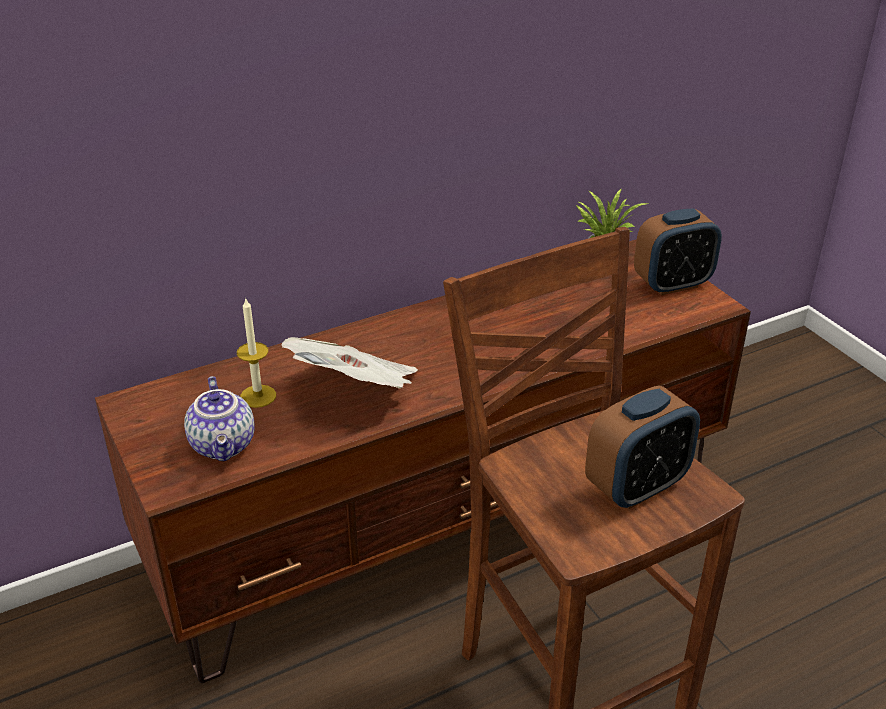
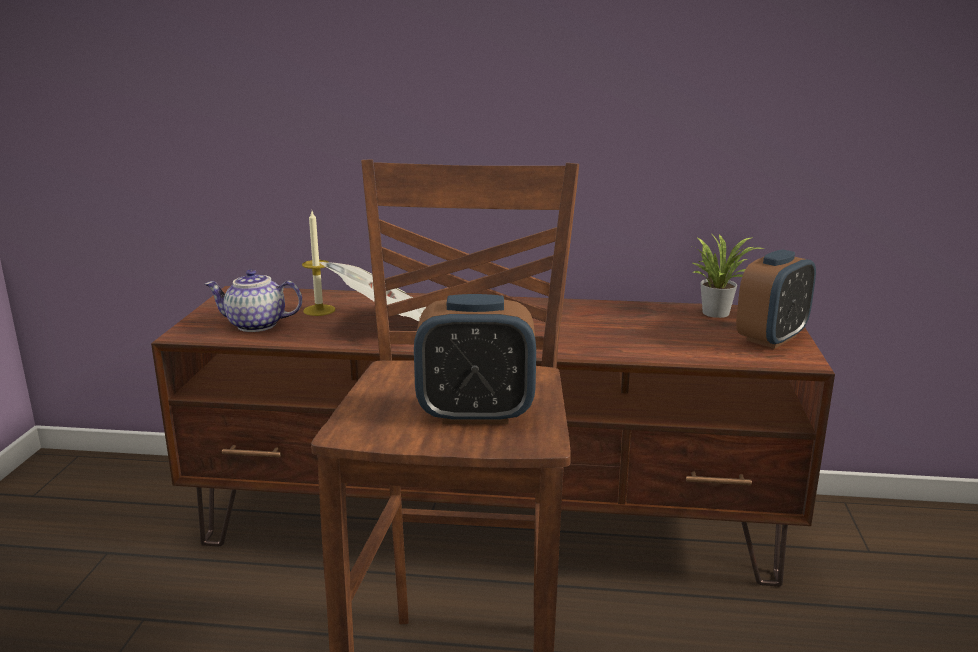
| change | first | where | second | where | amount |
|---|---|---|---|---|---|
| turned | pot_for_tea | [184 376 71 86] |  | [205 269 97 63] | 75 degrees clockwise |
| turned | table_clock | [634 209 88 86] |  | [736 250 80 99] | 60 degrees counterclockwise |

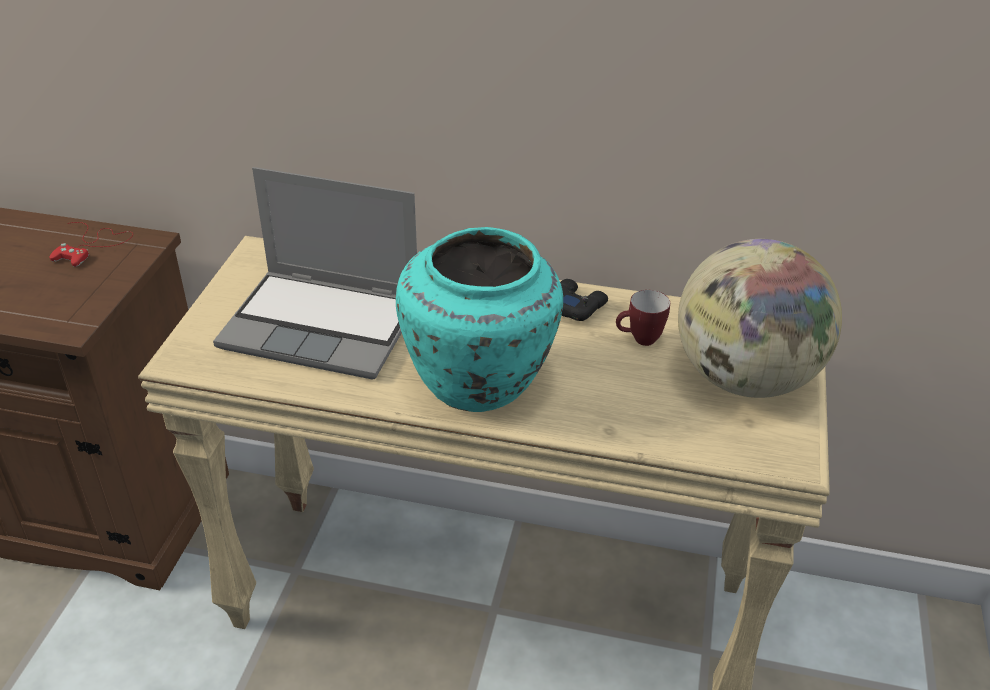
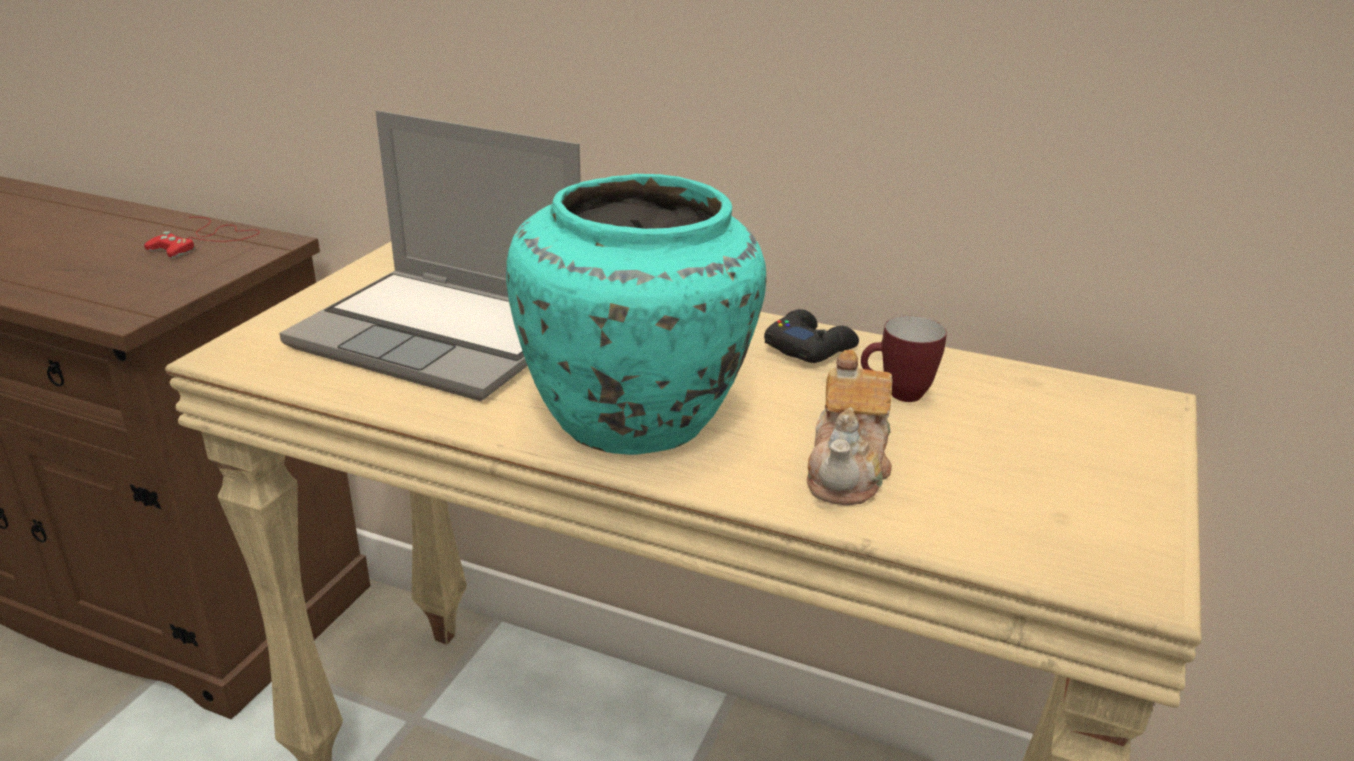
| change | first | where | second | where | amount |
|---|---|---|---|---|---|
| removed | desk_globe | [678 239 164 159] |  |  |  |
| added |  |  | pot_for_tea | [807 350 85 155] |  |

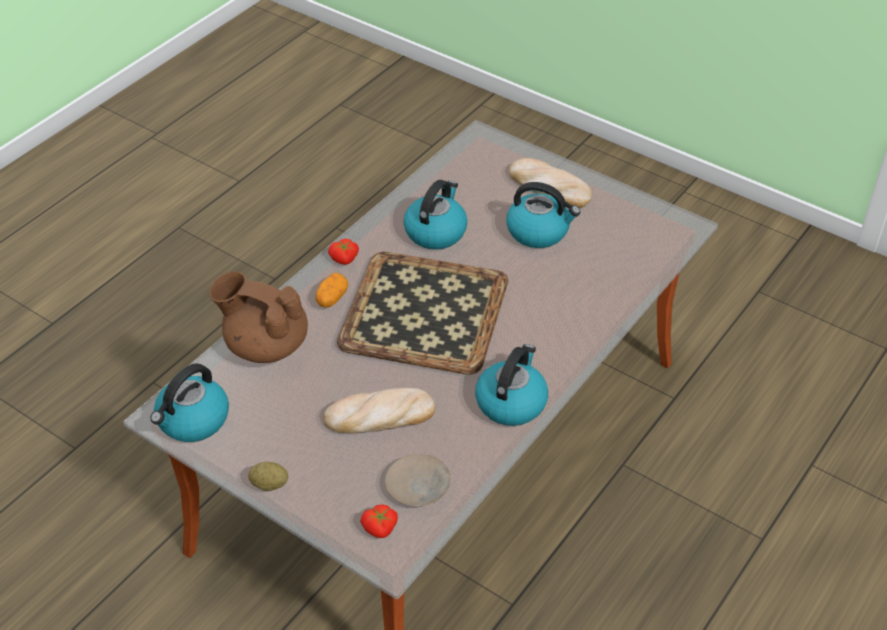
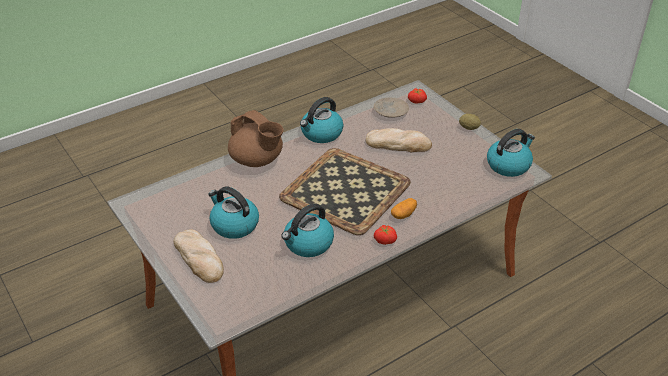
| change | first | where | second | where | amount |
|---|---|---|---|---|---|
| moved | brown_pot_for_tea | [209 271 99 92] |  | [228 110 56 57] |  |

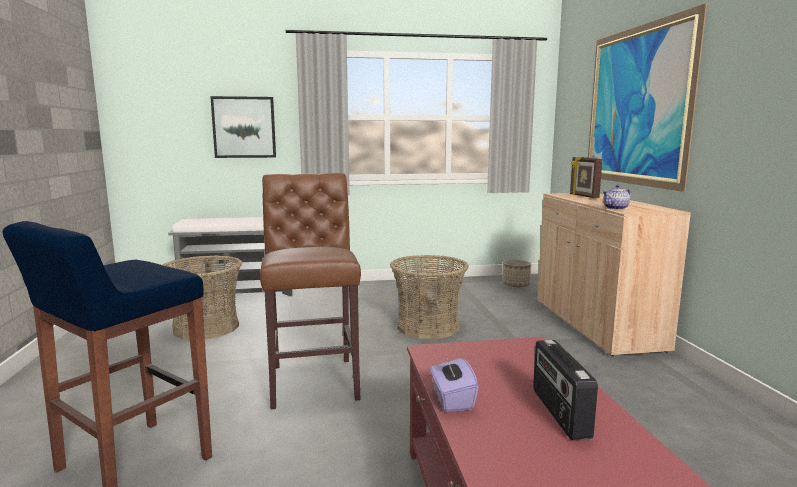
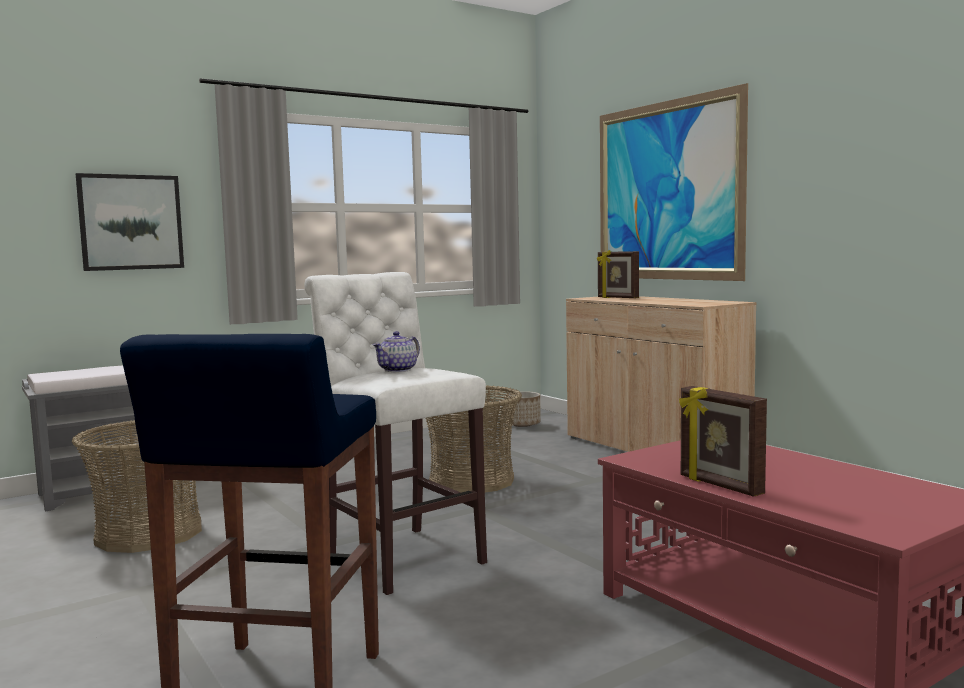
| change | first | where | second | where | amount |
|---|---|---|---|---|---|
| removed | radio | [533 340 65 100] |  |  |  |
| moved | pot_for_tea | [602 185 29 25] |  | [373 331 47 41] |  |
| replaced | purple-coloured_tissue_box | [430 358 49 54] | picture_frame | [679 386 88 111] |  |
| recoloured | brown_stool | [260 173 101 237] | whitish_stool | [304 272 183 323] |  |

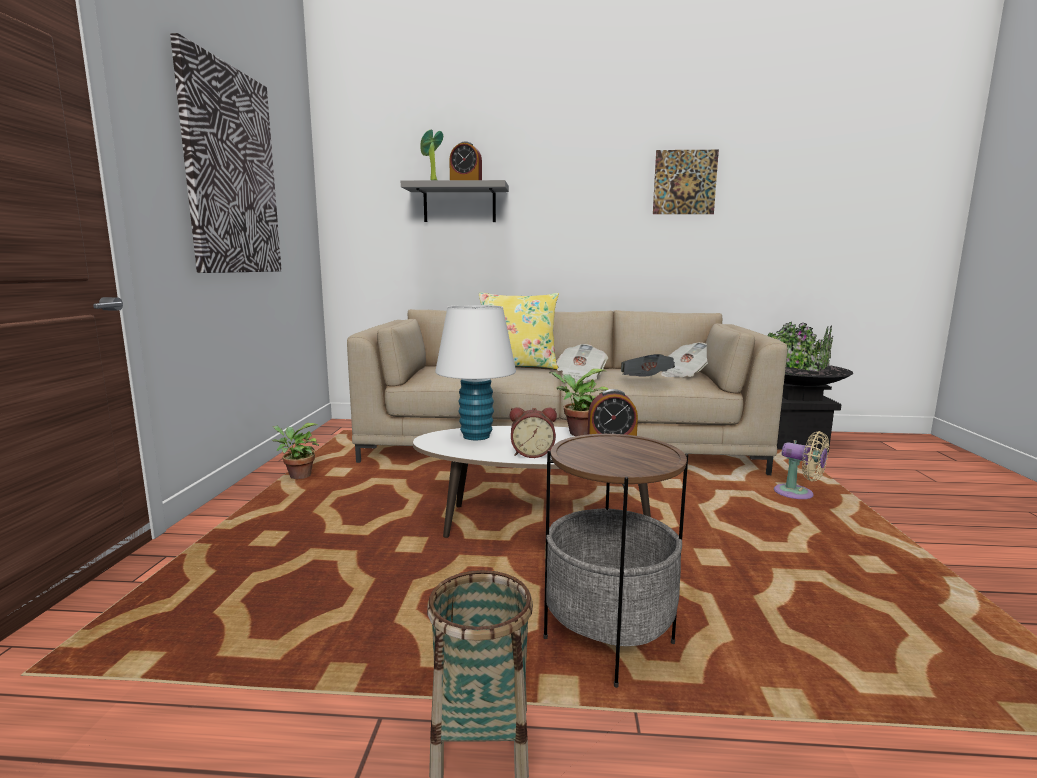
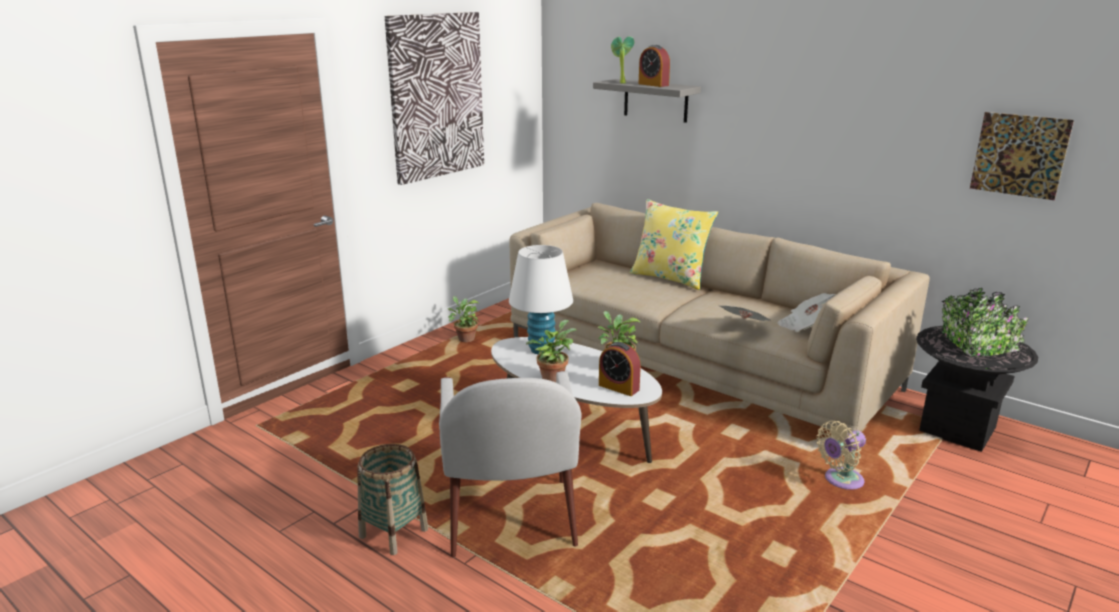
| change | first | where | second | where | amount |
|---|---|---|---|---|---|
| removed | printed_paper | [556 344 52 38] |  |  |  |
| moved | picture | [653 150 66 64] |  | [970 112 104 88] |  |
| replaced | table_clock | [510 407 47 51] | plant_in_a_pot | [526 320 50 62] |  |
| replaced | end_table | [543 432 145 256] | whitish_easy_chair | [439 370 142 187] |  |
| turned | beige_fan | [774 431 55 68] |  | [816 421 50 69] | 75 degrees clockwise |

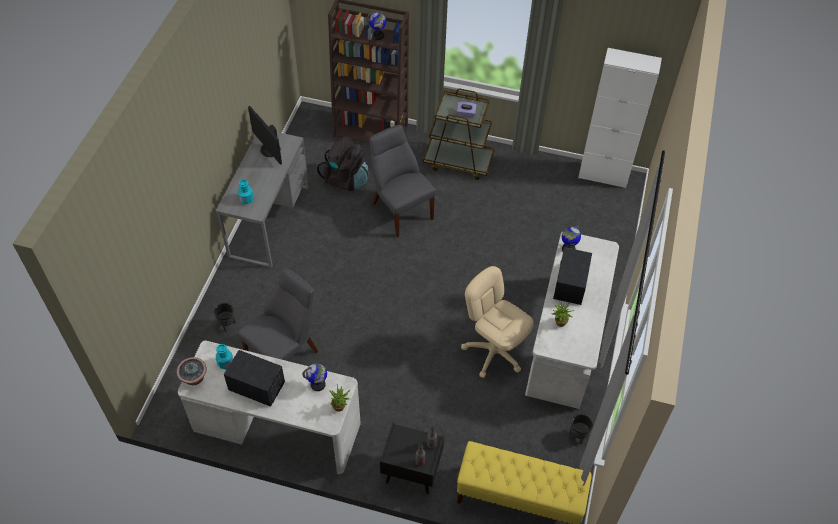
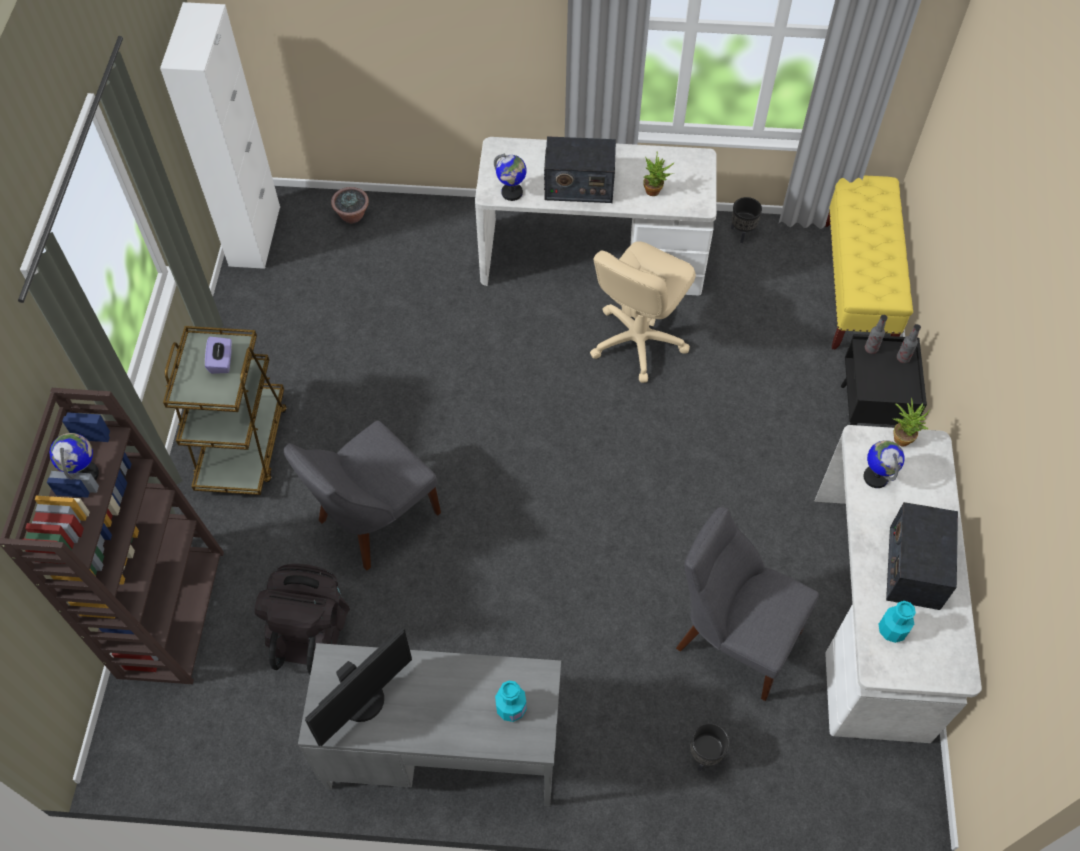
| change | first | where | second | where | amount |
|---|---|---|---|---|---|
| moved | plant_in_a_pot | [177 357 30 28] |  | [331 187 38 37] |  |

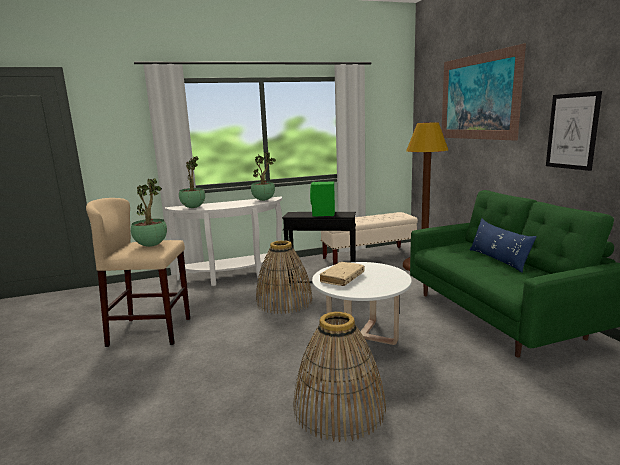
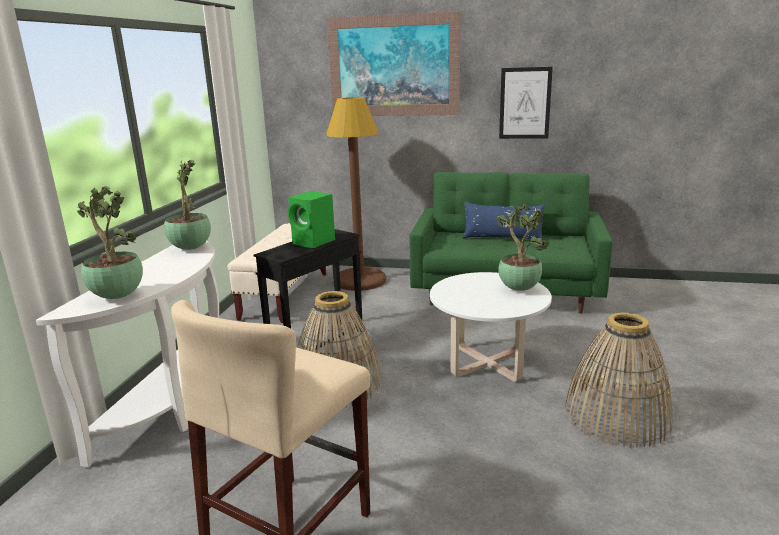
| change | first | where | second | where | amount |
|---|---|---|---|---|---|
| removed | beige_book | [320 262 45 24] |  |  |  |
| moved | plant_in_a_pot | [131 178 36 69] |  | [497 204 53 87] |  |

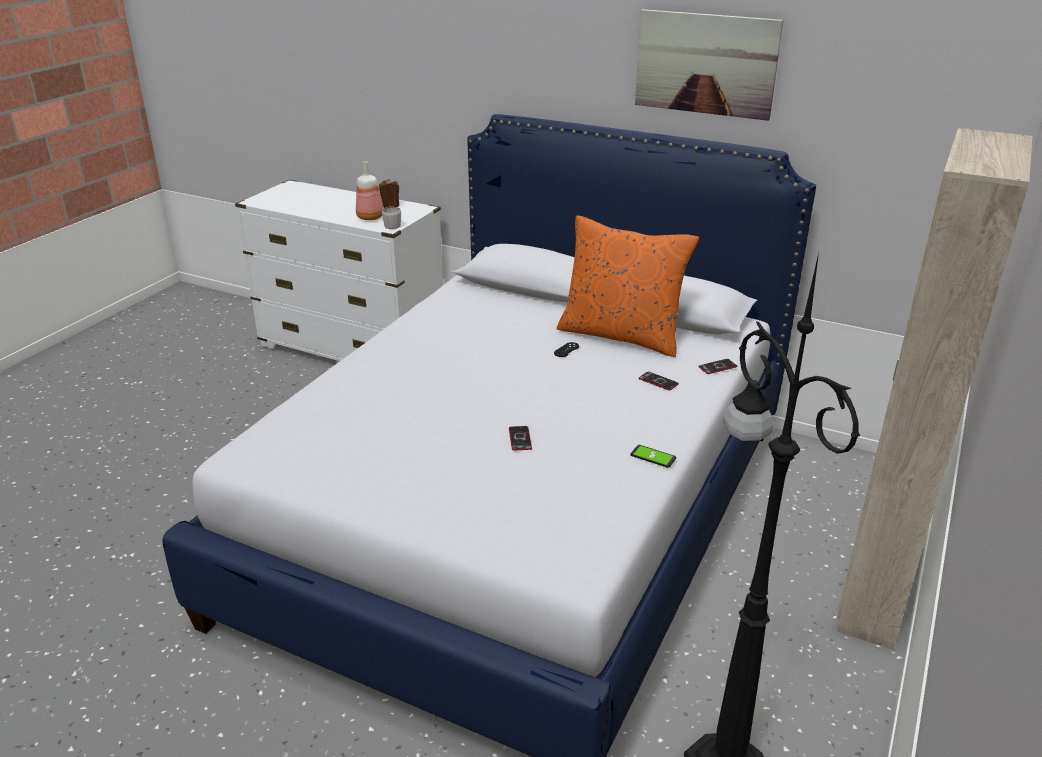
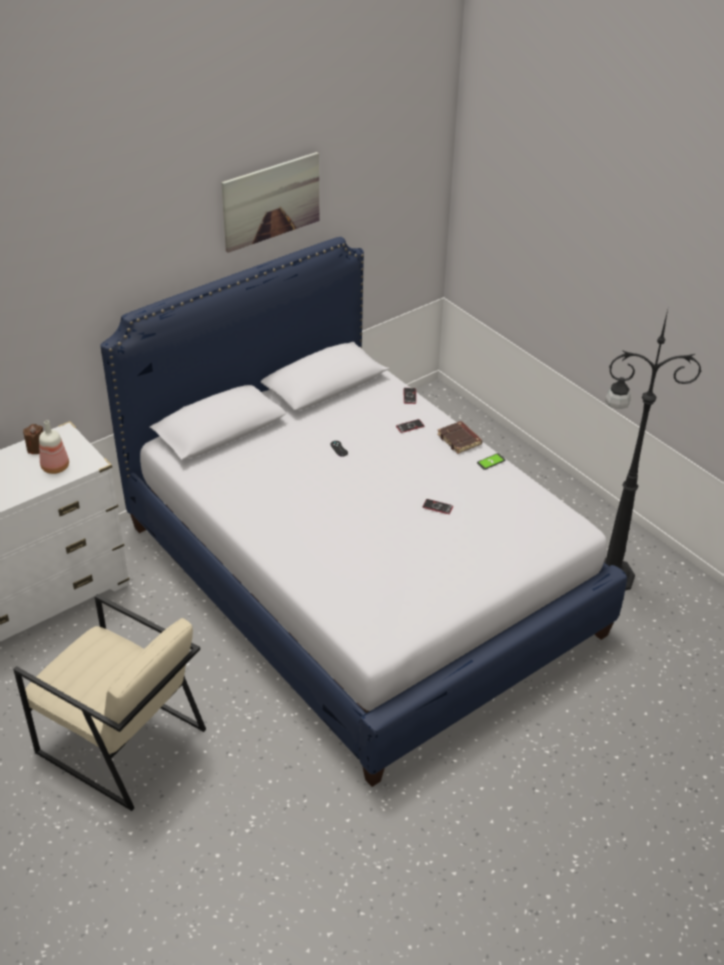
| change | first | where | second | where | amount |
|---|---|---|---|---|---|
| removed | gray_mug | [382 207 19 22] |  |  |  |
| removed | orangey_throw_pillow | [557 216 142 141] |  |  |  |
| removed | beige_armoire | [837 128 195 522] |  |  |  |
| added |  |  | beige_easy_chair | [13 594 193 217] |  |
| added |  |  | brown_book | [437 421 45 33] |  |

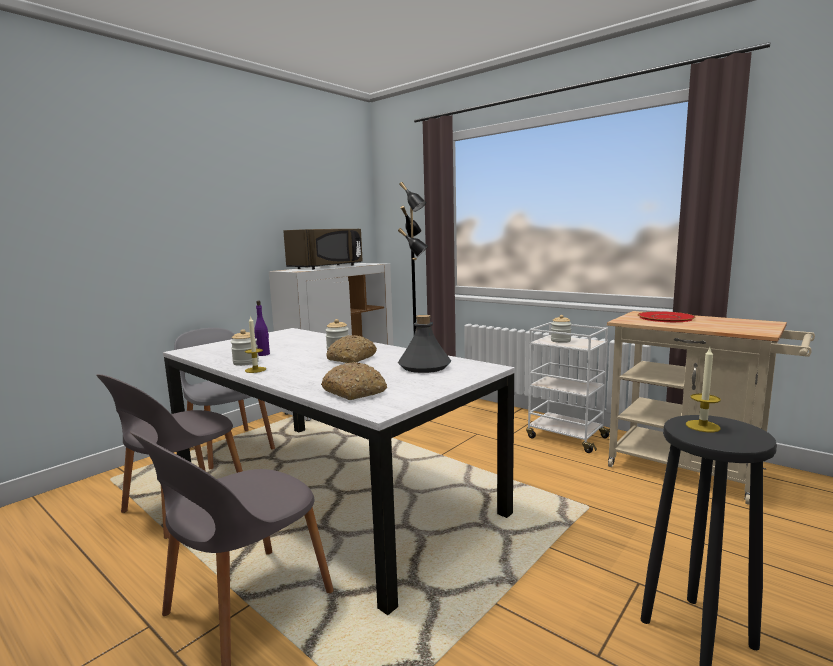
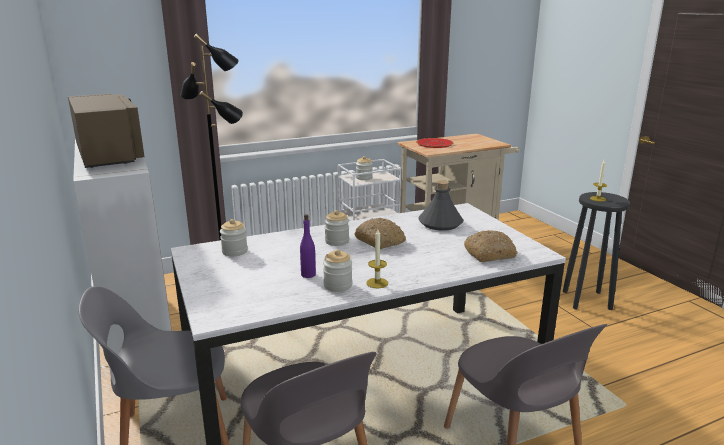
| change | first | where | second | where | amount |
|---|---|---|---|---|---|
| added |  |  | storage_jar | [220 219 28 37] |  |

